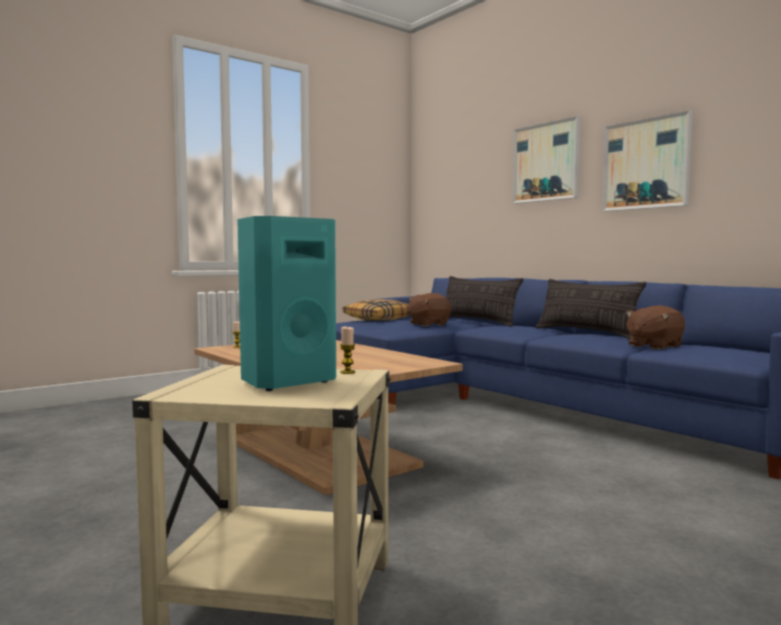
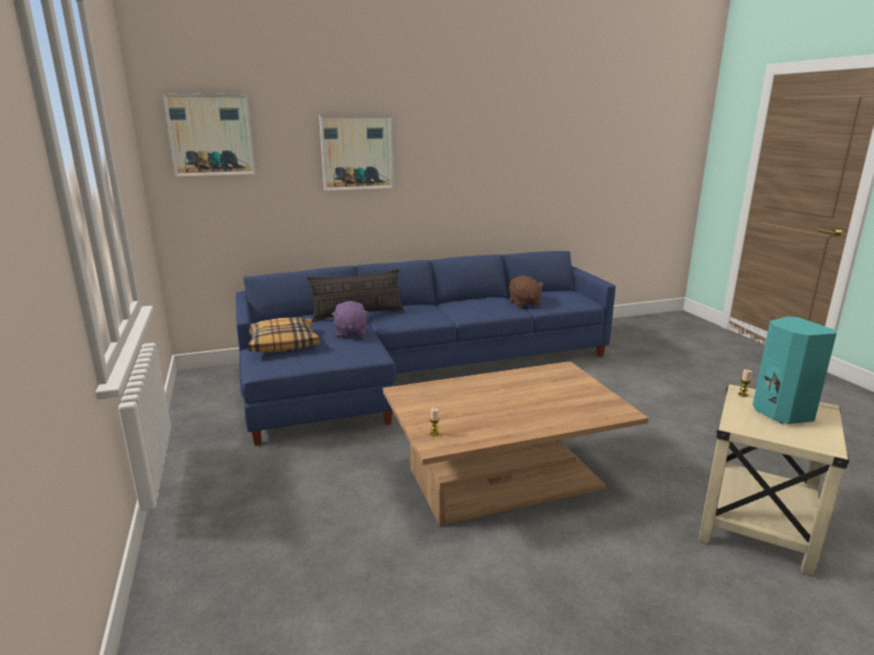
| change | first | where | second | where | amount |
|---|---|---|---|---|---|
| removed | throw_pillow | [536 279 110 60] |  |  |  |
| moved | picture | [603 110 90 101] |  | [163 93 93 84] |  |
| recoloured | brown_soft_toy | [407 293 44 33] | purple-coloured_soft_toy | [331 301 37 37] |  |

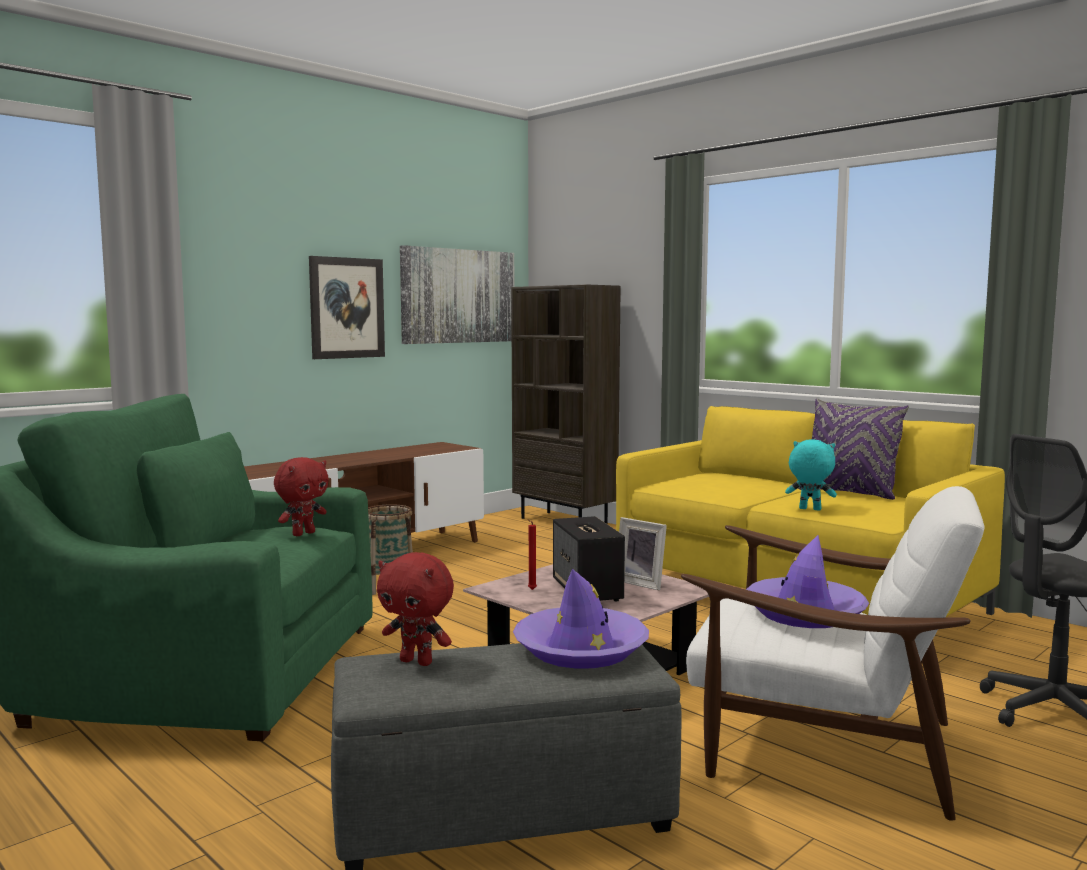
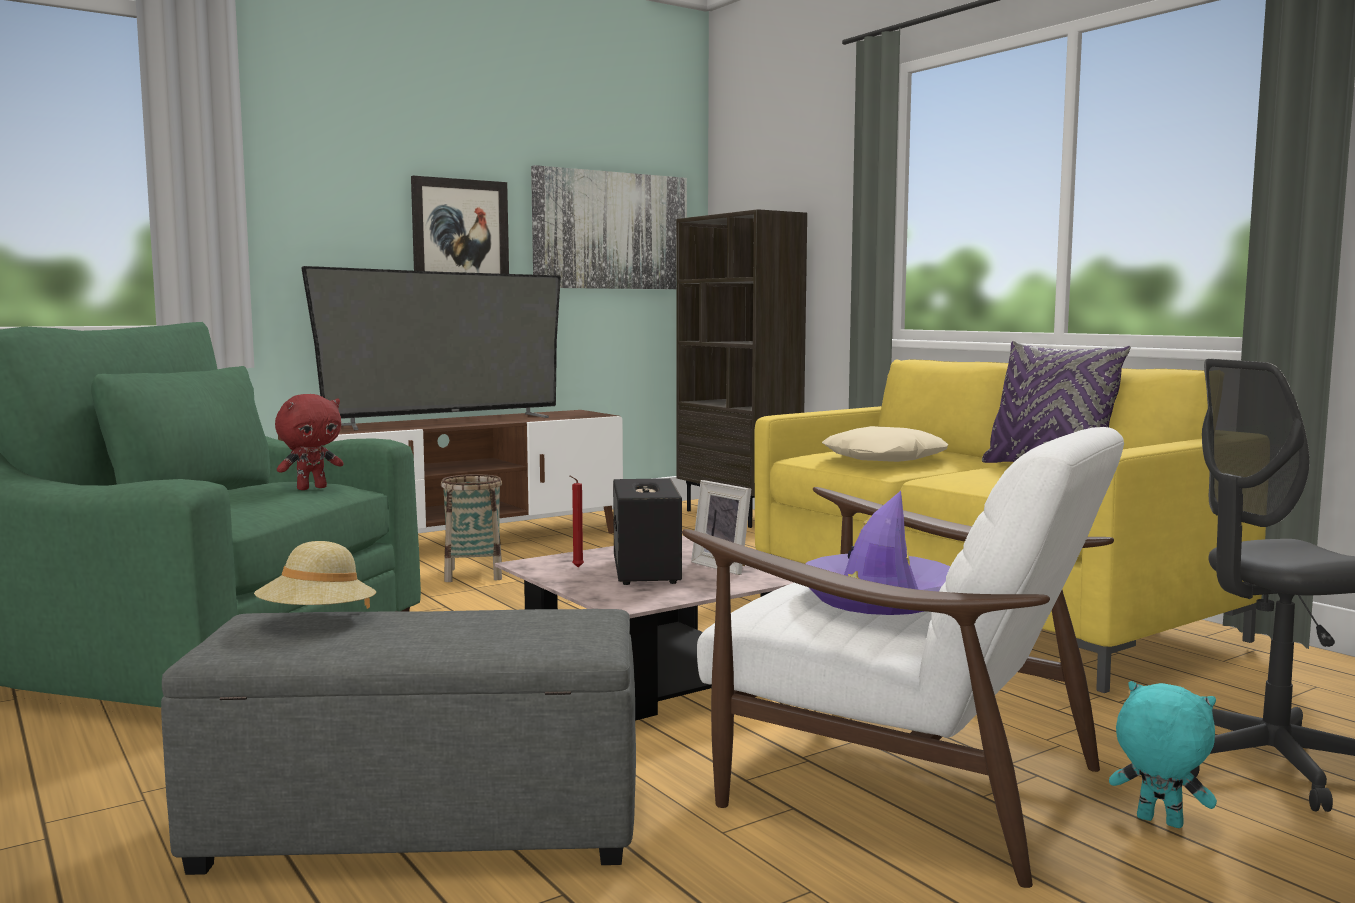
| change | first | where | second | where | amount |
|---|---|---|---|---|---|
| removed | purple-coloured_clothing_hat | [513 569 136 100] |  |  |  |
| added |  |  | TV_set | [301 266 260 164] |  |
| added |  |  | beige_throw_pillow | [822 426 127 36] |  |
| moved | turquoise_soft_toy | [785 439 52 71] |  | [1109 681 108 147] |  |
| replaced | red_soft_toy | [377 552 77 114] | beige_clothing_hat | [254 541 122 68] |  |

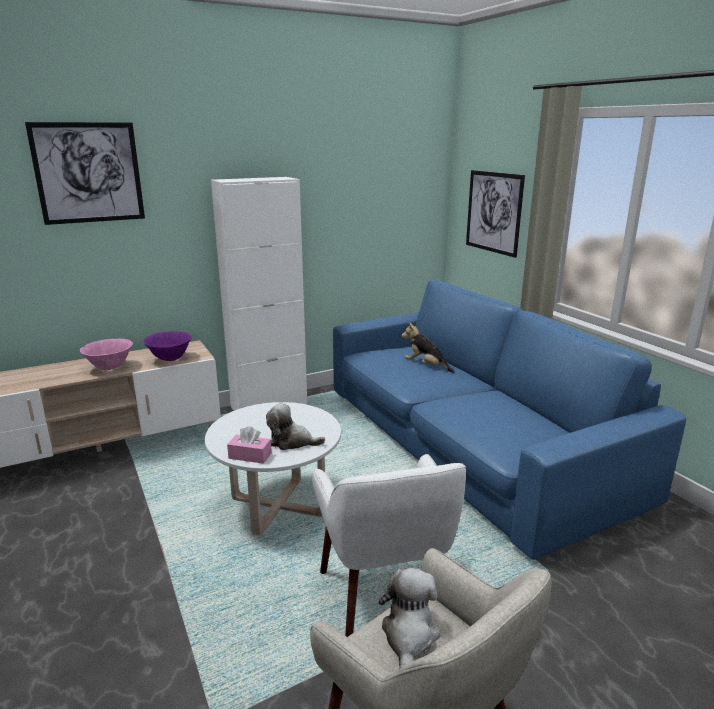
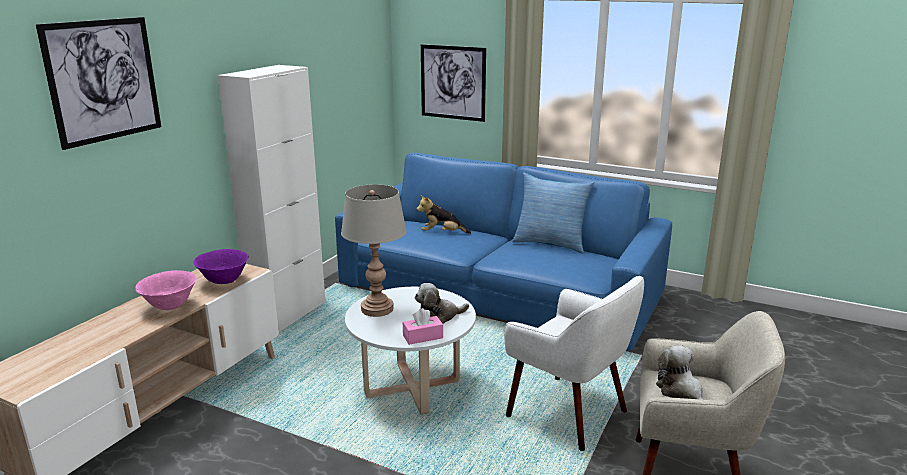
| change | first | where | second | where | amount |
|---|---|---|---|---|---|
| added |  |  | gray_tabletop_lamp | [341 184 66 133] |  |
| added |  |  | throw_pillow | [512 173 83 81] |  |

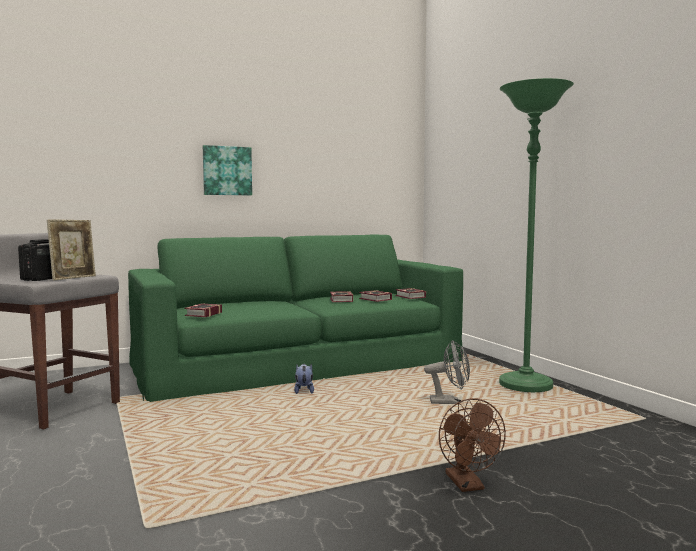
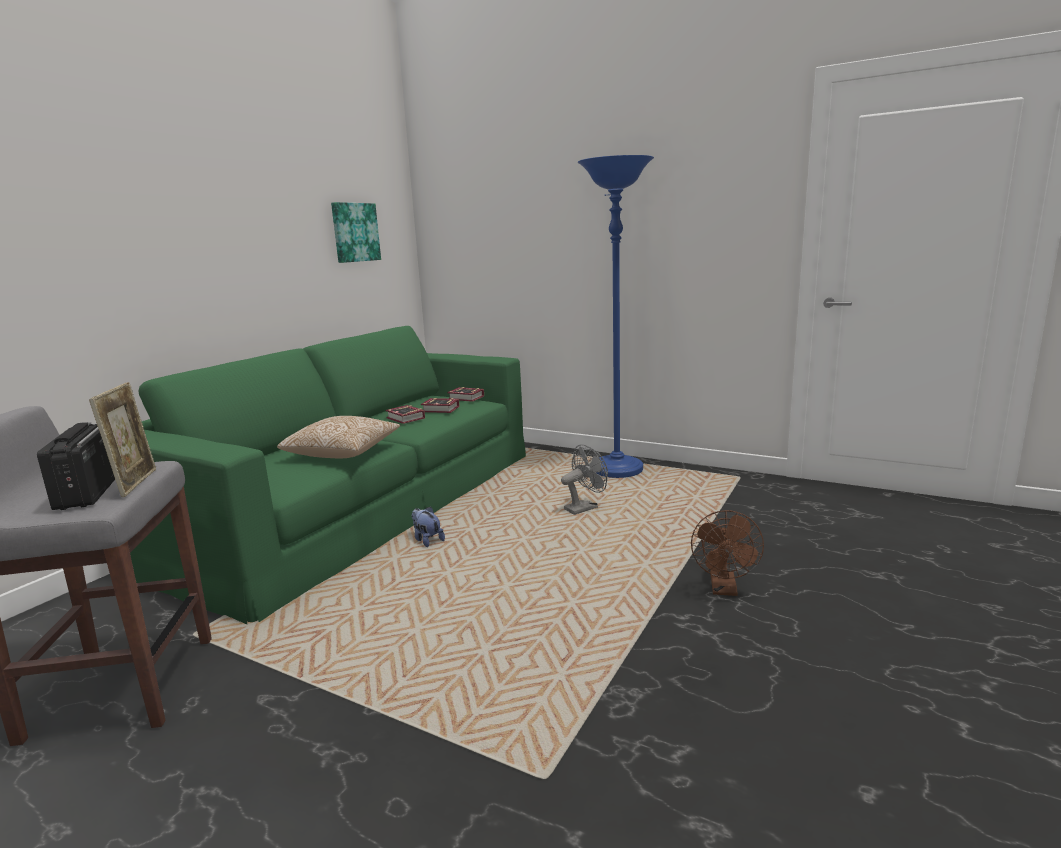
| change | first | where | second | where | amount |
|---|---|---|---|---|---|
| removed | book | [184 304 38 13] |  |  |  |
| added |  |  | throw_pillow | [277 416 123 42] |  |
| moved | picture | [203 145 49 50] |  | [331 202 50 61] |  |
| recoloured | greenish_standard_lamp | [499 78 75 314] | bluish_standard_lamp | [578 155 76 323] |  |
| turned | brown_fan | [439 398 67 94] |  | [691 510 73 86] | 60 degrees clockwise |

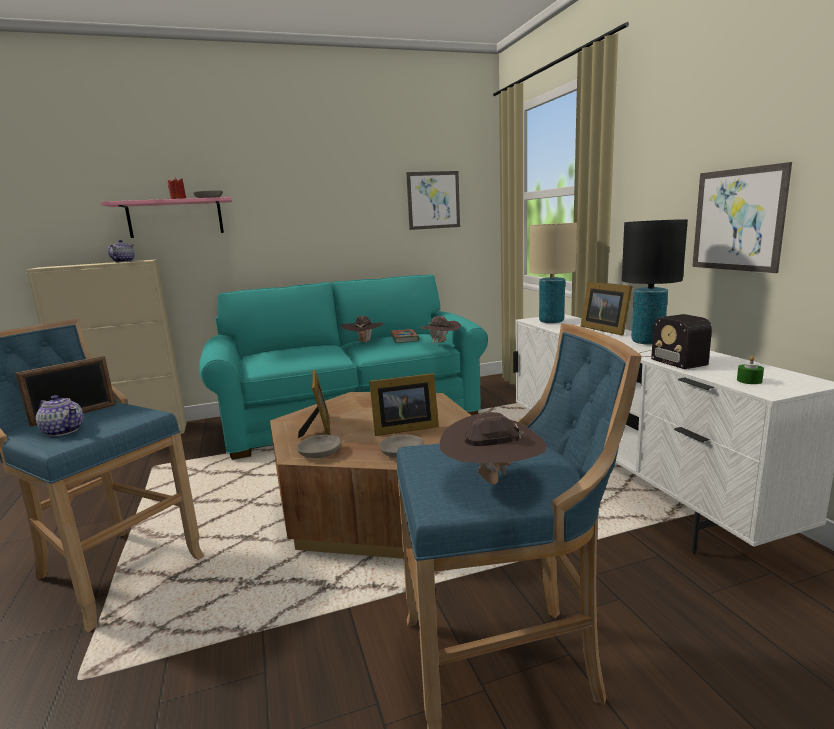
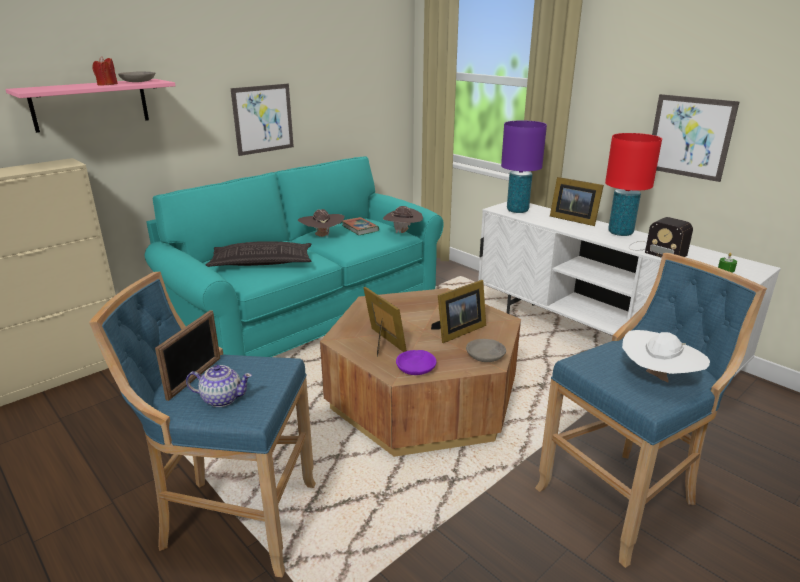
| change | first | where | second | where | amount |
|---|---|---|---|---|---|
| removed | pot_for_tea | [108 240 27 22] |  |  |  |
| added |  |  | throw_pillow | [205 241 107 26] |  |
| moved | picture | [406 171 54 59] |  | [230 84 64 72] |  |
| recoloured | gray_serving_bowl | [296 435 45 23] | purple-coloured_serving_bowl | [396 350 40 25] |  |
| recoloured | brown_clothing_hat | [440 412 106 73] | whitish_clothing_hat | [622 330 88 52] |  |
| recoloured | beige_tabletop_lamp | [529 223 48 100] | purple-coloured_tabletop_lamp | [501 120 46 93] |  |
| recoloured | black-coloured_tabletop_lamp | [622 219 66 126] | red_tabletop_lamp | [605 133 57 103] |  |

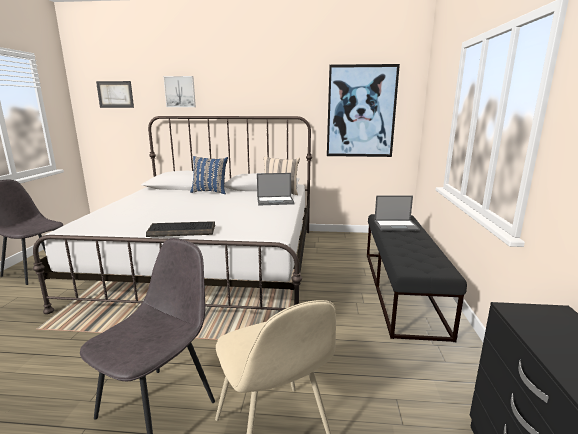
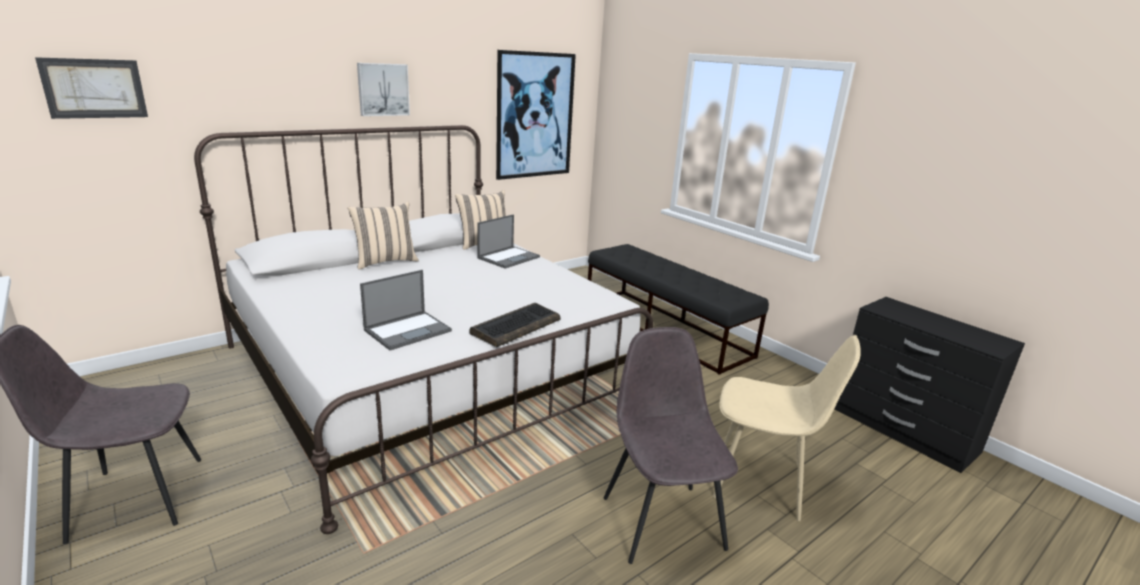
| change | first | where | second | where | amount |
|---|---|---|---|---|---|
| moved | picture | [163 76 33 31] |  | [357 63 53 53] |  |
| moved | laptop | [374 196 46 35] |  | [360 270 92 80] |  |
| recoloured | bluish_throw_pillow | [190 156 38 38] | beige_throw_pillow | [348 202 71 68] |  |

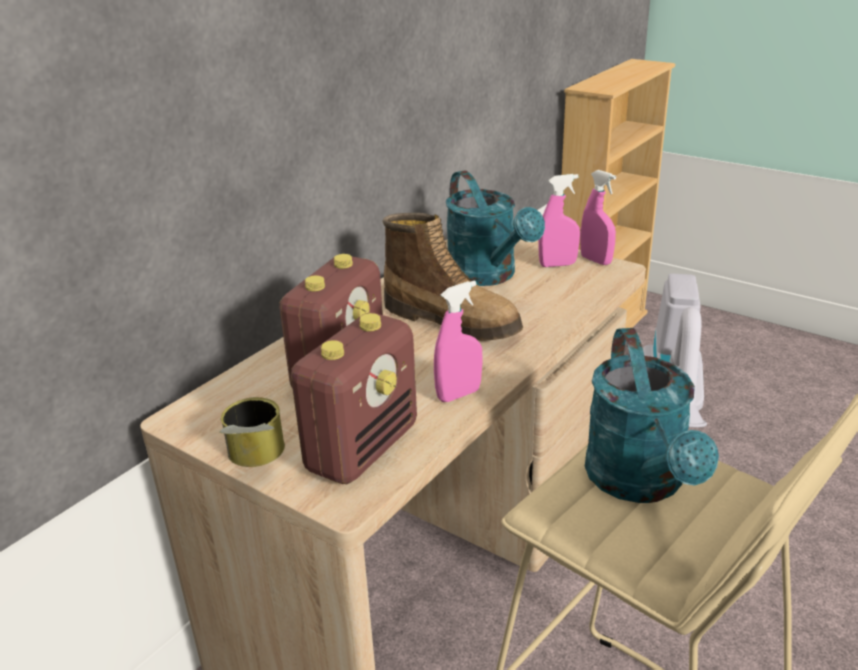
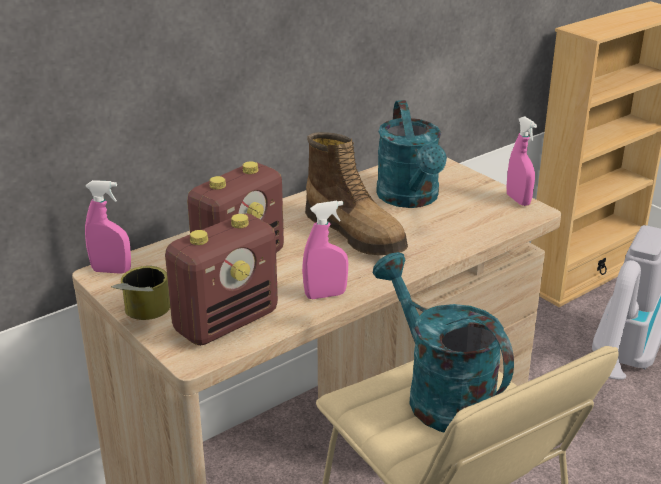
| change | first | where | second | where | amount |
|---|---|---|---|---|---|
| moved | pink_hand_sprayer | [538 174 42 93] |  | [85 180 46 94] |  |
| turned | turquoise_watering_can | [585 328 134 175] |  | [373 252 141 180] | 135 degrees clockwise |

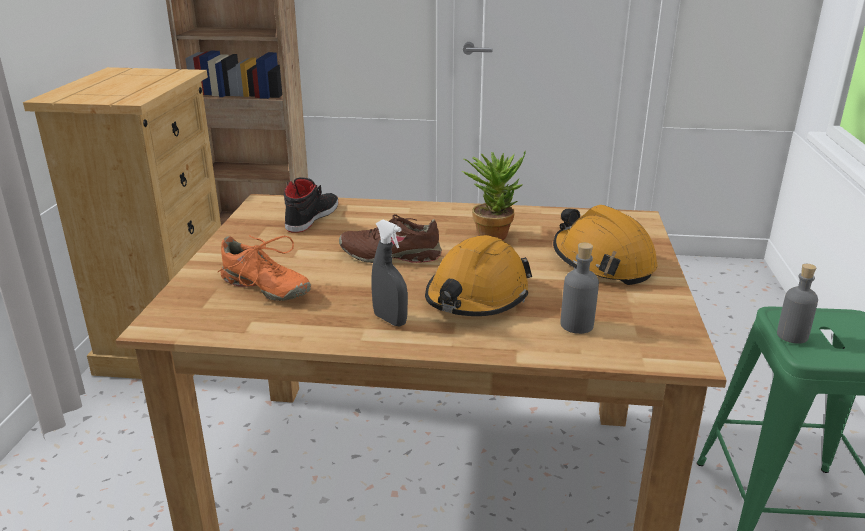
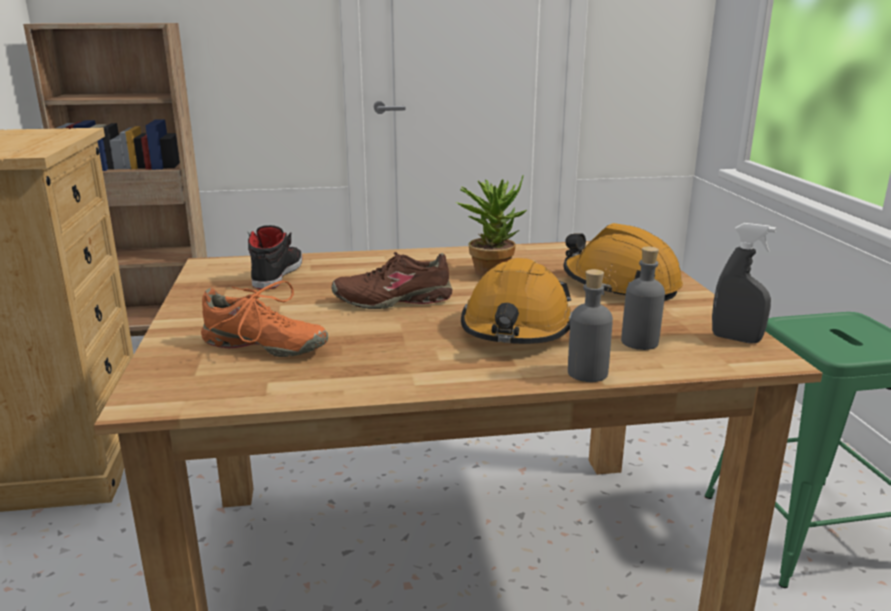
| change | first | where | second | where | amount |
|---|---|---|---|---|---|
| moved | gray_hand_sprayer | [371 220 37 107] |  | [712 223 64 120] |  |
| moved | gray_bottle | [777 264 41 80] |  | [568 269 45 113] |  |

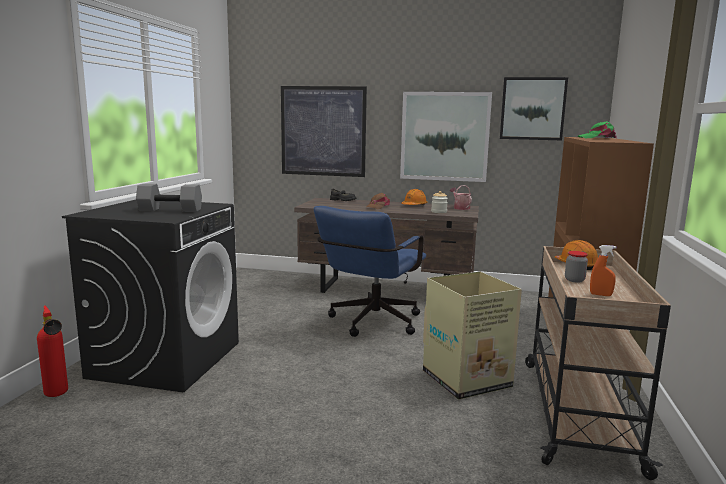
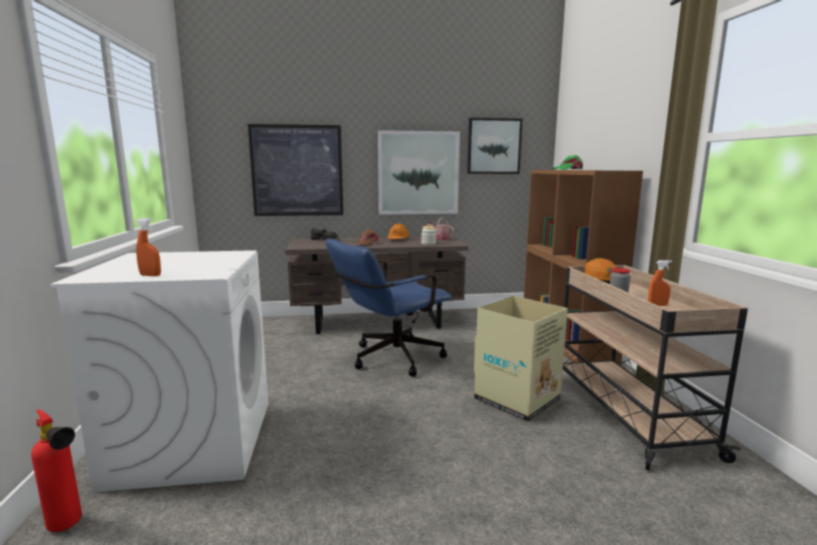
| change | first | where | second | where | amount |
|---|---|---|---|---|---|
| removed | gray_free_weight | [136 184 66 28] |  |  |  |
| added |  |  | orangey_hand_sprayer | [136 218 25 58] |  |
| recoloured | black-coloured_laundry_machine | [62 200 177 192] | whitish_laundry_machine | [50 250 218 243] |  |
| turned | bluish_office_chair | [314 206 113 131] |  | [326 239 126 138] | 45 degrees clockwise |

